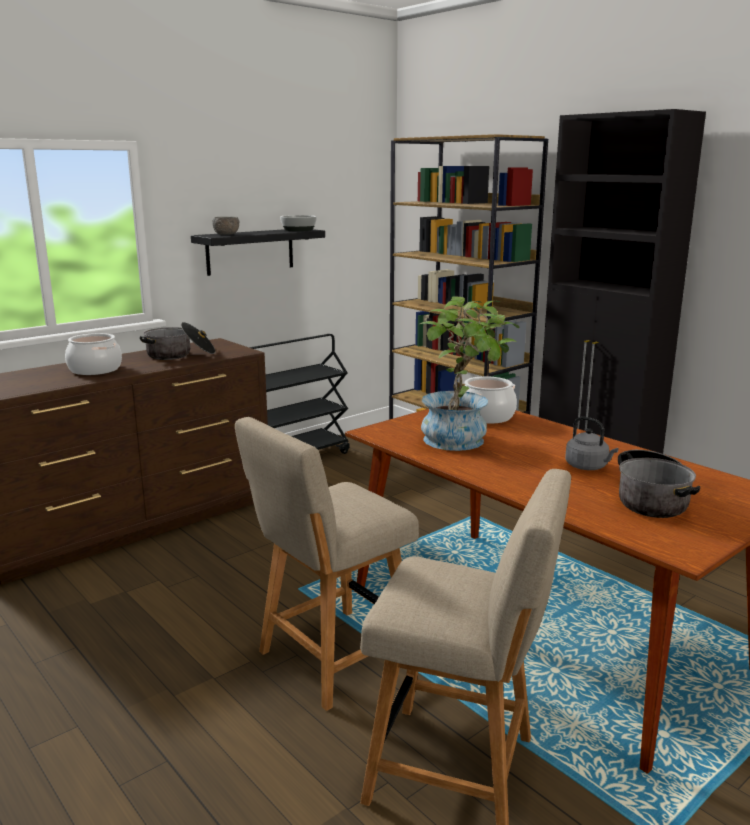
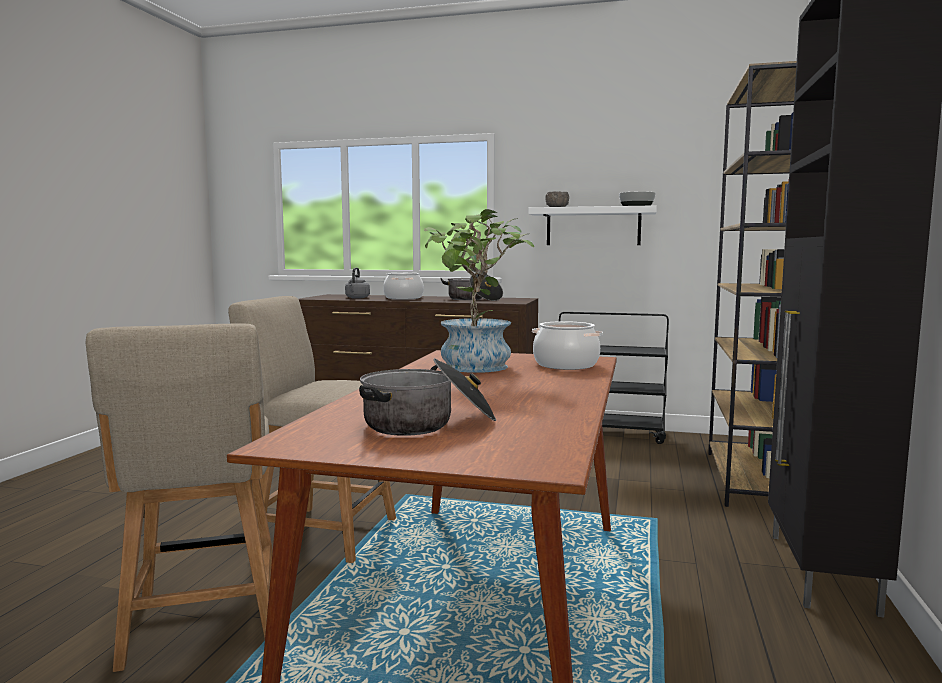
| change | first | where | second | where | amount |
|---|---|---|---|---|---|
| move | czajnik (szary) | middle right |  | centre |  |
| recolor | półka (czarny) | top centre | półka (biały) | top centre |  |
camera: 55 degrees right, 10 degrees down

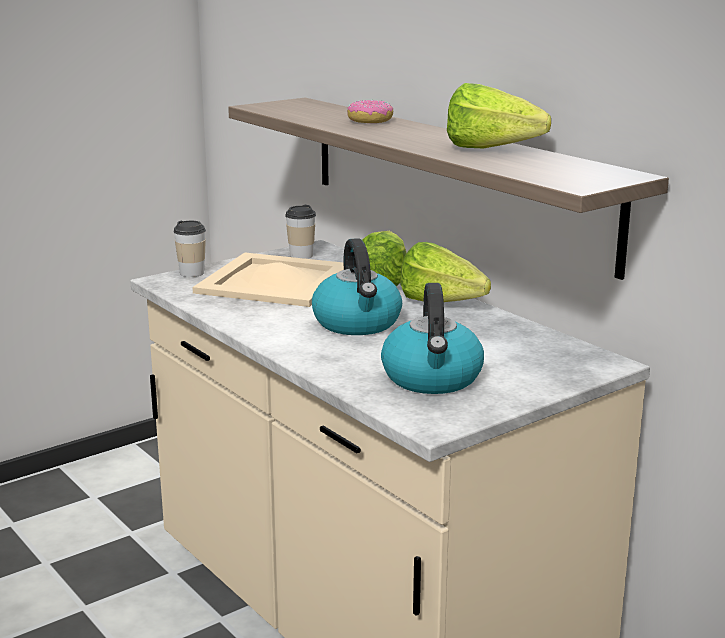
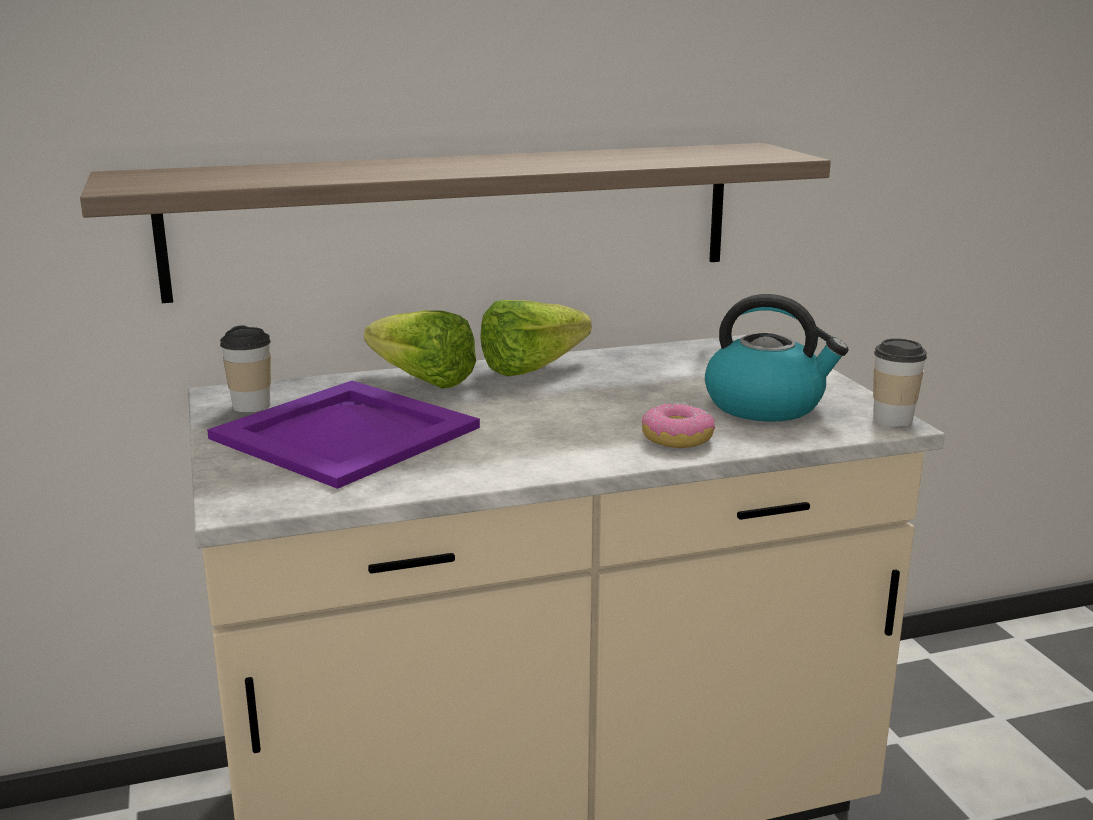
| change | first | where | second | where | amount |
|---|---|---|---|---|---|
| recolor | taca (beżowy) | centre | taca (fioletowy) | middle left |  |
| move | donut | top centre |  | centre |  |
| move | filiżanka (1st from left in the first image) | middle left | filiżanka (2nd from left) | middle right |  |
| delete | czajnik (1st from left) | centre |  |  |  |
| delete | sałata (3rd from left) | top right |  |  |  |
camera: 70 degrees left, 0 degrees up

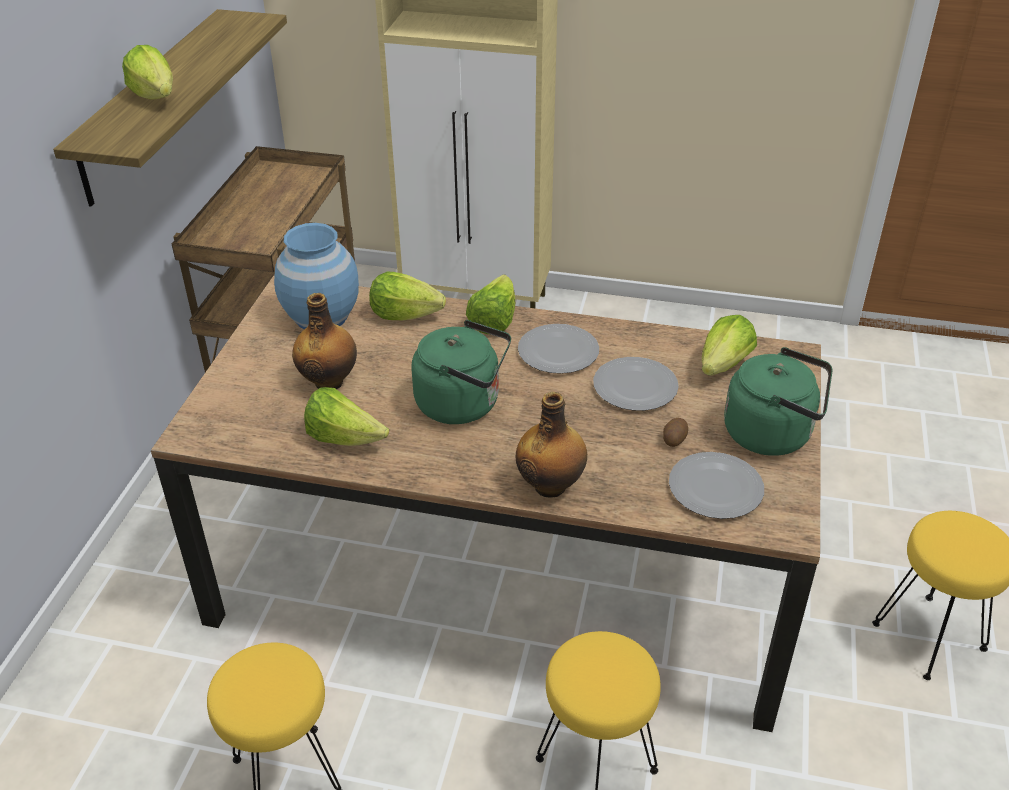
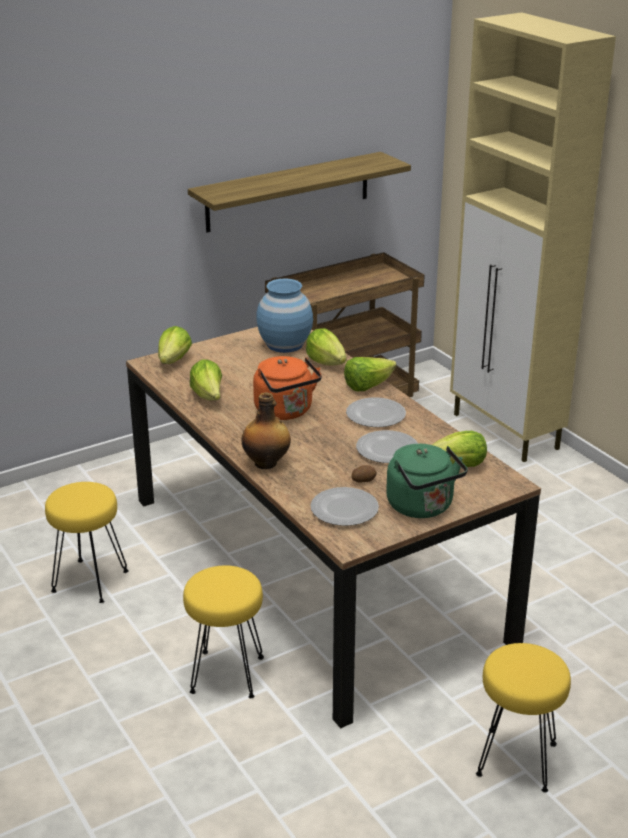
| change | first | where | second | where | amount |
|---|---|---|---|---|---|
| move | sałata (1st from left) | top left |  | middle left |  |
| recolor | czajnik (zielony) (1st from left) | centre | czajnik (pomarańczowy) | centre |  |
| delete | butelka (1st from left) | middle left |  |  |  |
camera: 45 degrees right, 10 degrees down

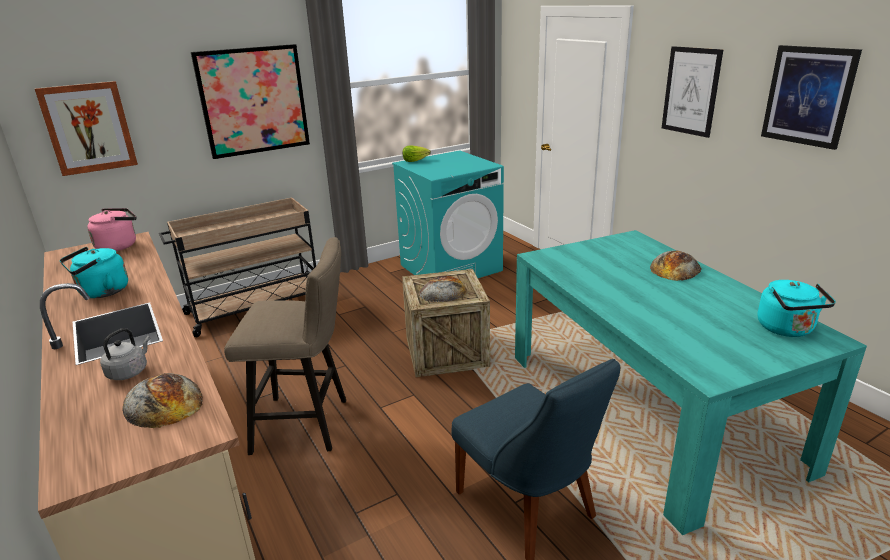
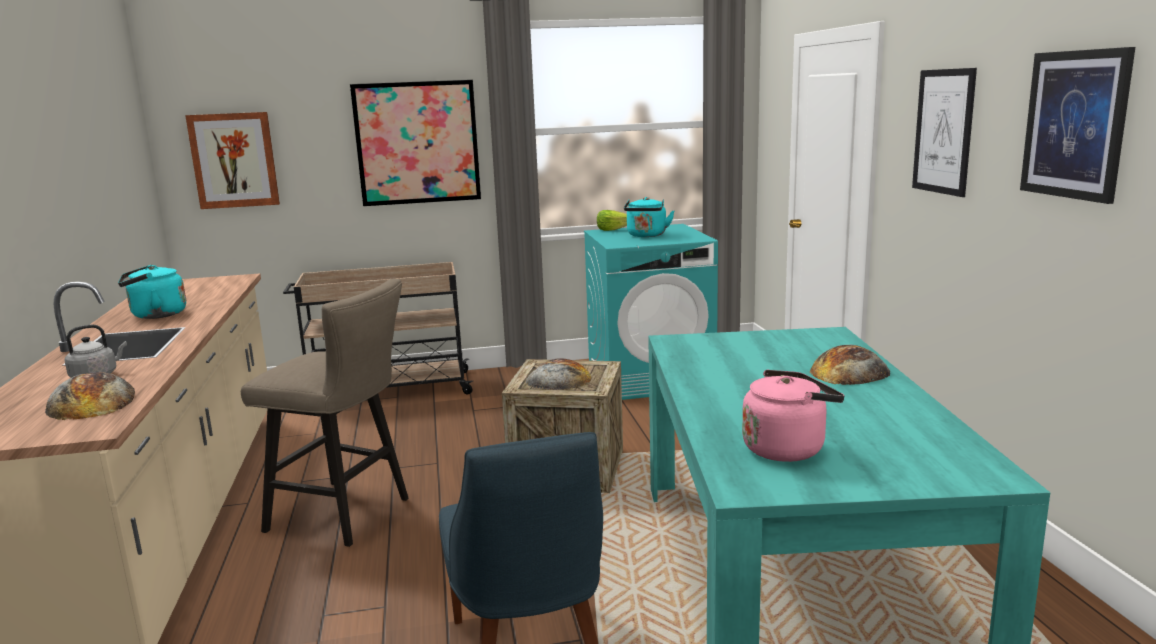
| change | first | where | second | where | amount |
|---|---|---|---|---|---|
| move | czajnik (turkusowy) (2nd from left) | middle right |  | centre |  |
| move | czajnik (różowy) | middle left |  | middle right |  |
camera: 20 degrees right, 10 degrees down

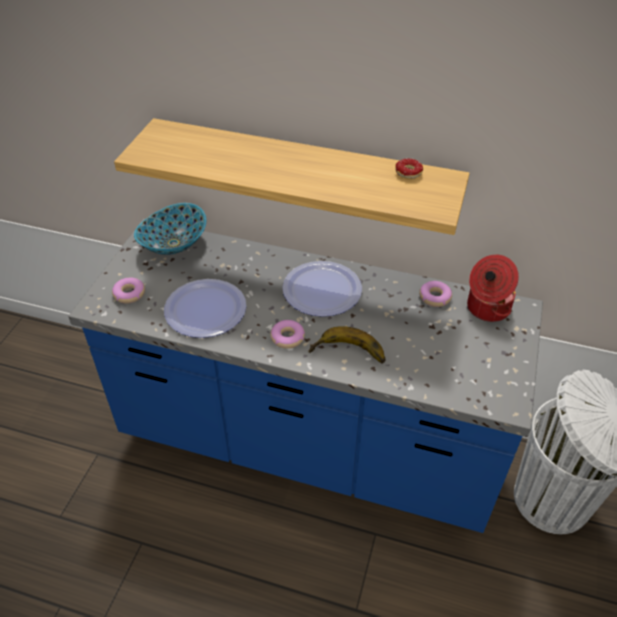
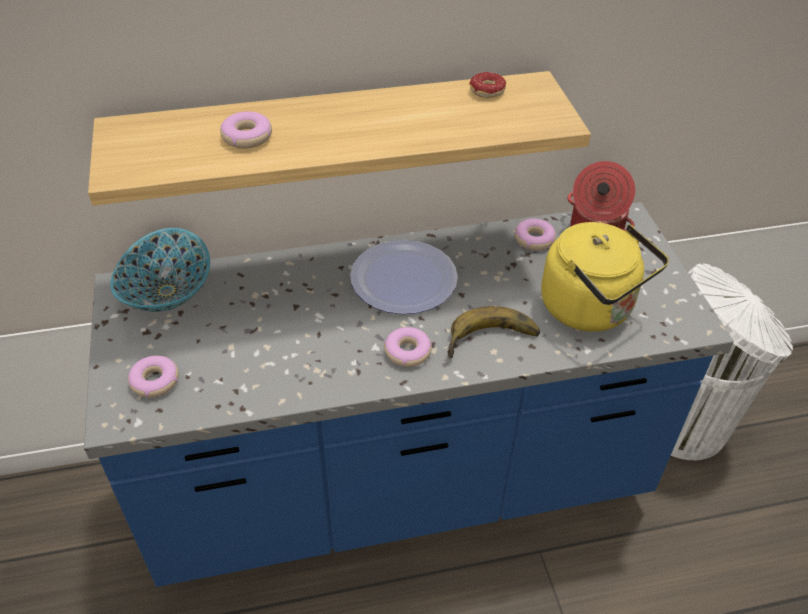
| change | first | where | second | where | amount |
|---|---|---|---|---|---|
| insert |  |  | donut (2nd from left) | top left |  |
| insert |  |  | czajnik (żółty) | middle right |  |
| delete | talerz (1st from left) | middle left |  |  |  |
camera: 30 degrees left, 0 degrees up

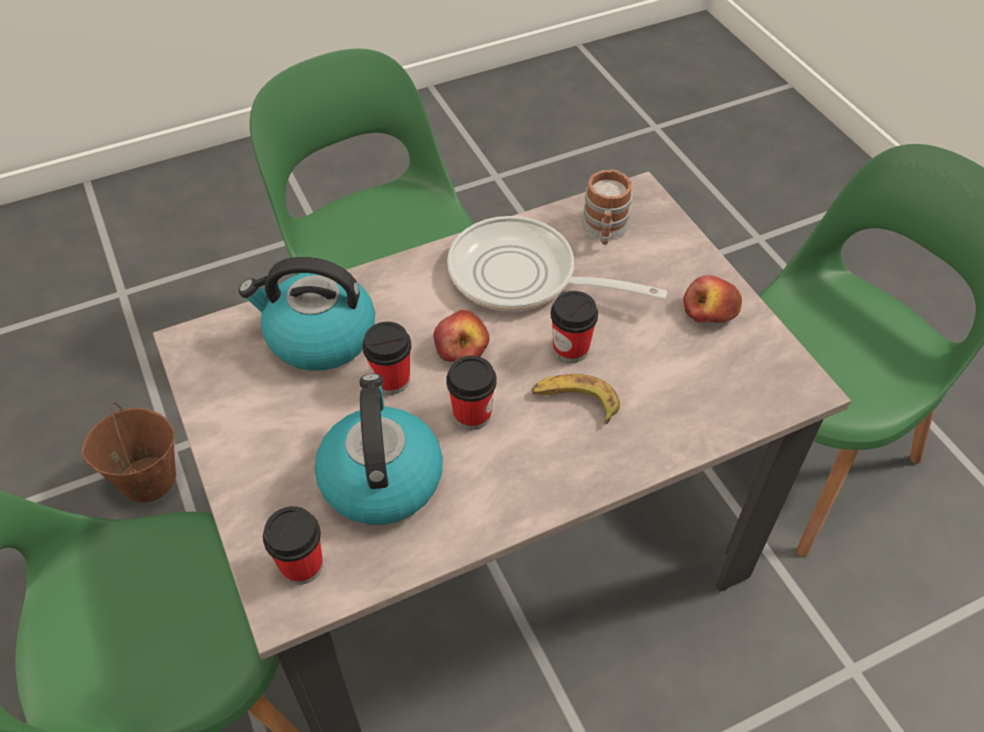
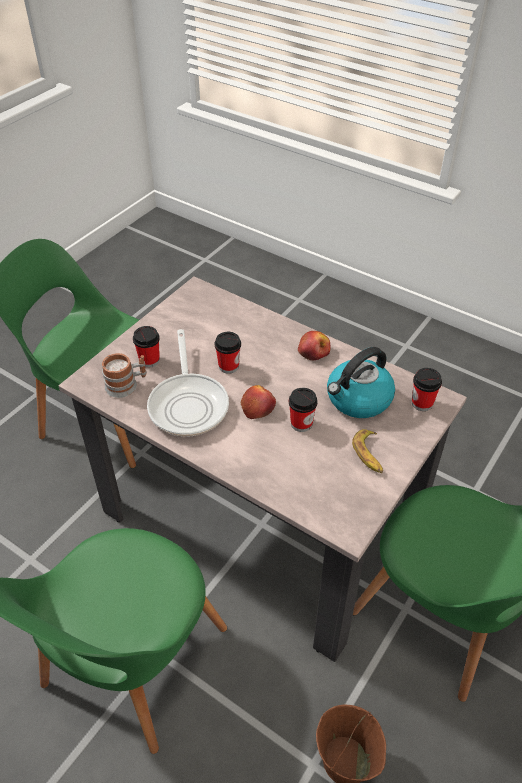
| change | first | where | second | where | amount |
|---|---|---|---|---|---|
| move | filiżanka (3rd from left in the first image) | centre | filiżanka (1st from left) | middle left |  |
| move | jabłko (2nd from left) | middle right |  | centre |  |
| move | banan | centre |  | middle right |  |
| delete | czajnik (1st from left) | middle left |  |  |  |
camera: 120 degrees left, 5 degrees down

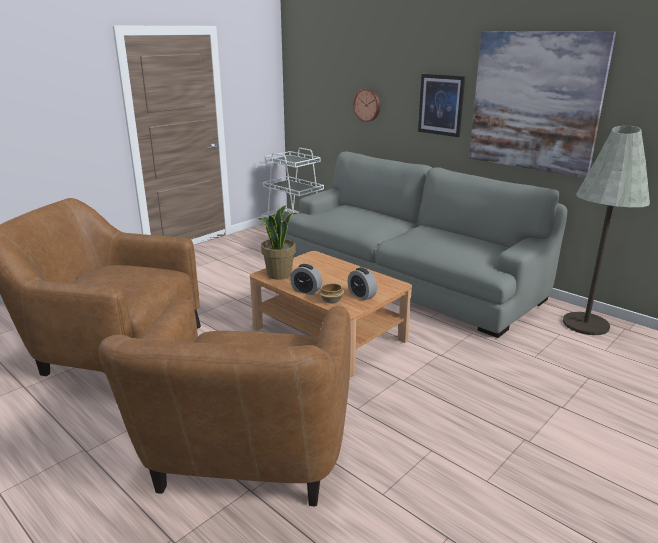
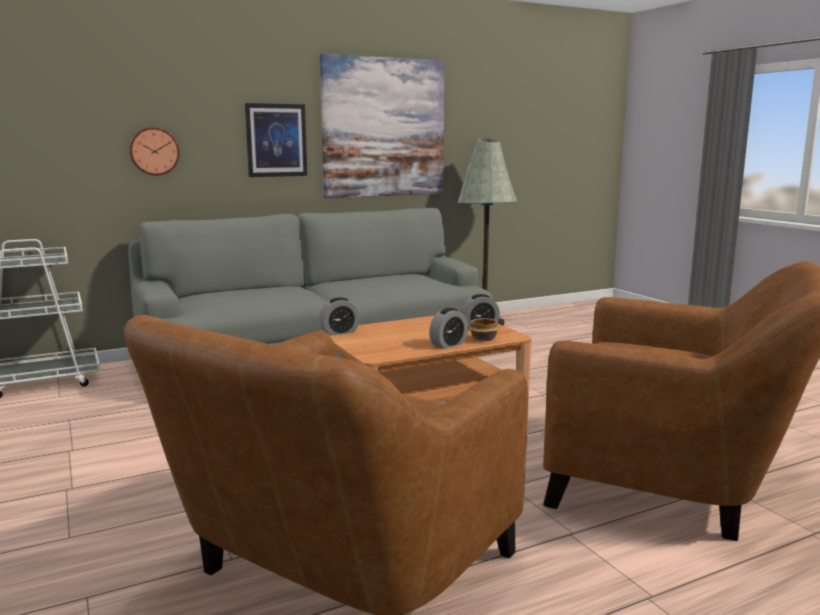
| change | first | where | second | where | amount |
|---|---|---|---|---|---|
| insert |  |  | budzik (1st from left) | centre |  |
| delete | roślina doniczkowa | centre |  |  |  |
camera: 70 degrees left, 10 degrees down

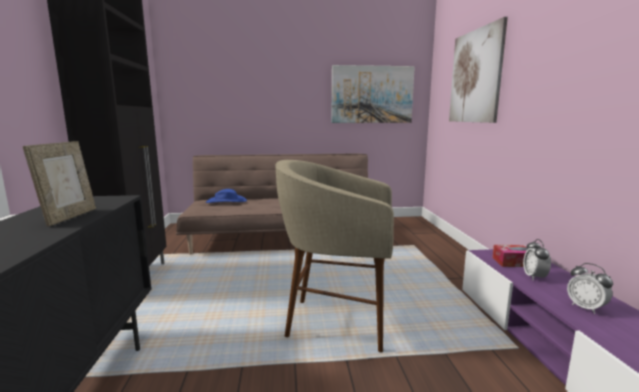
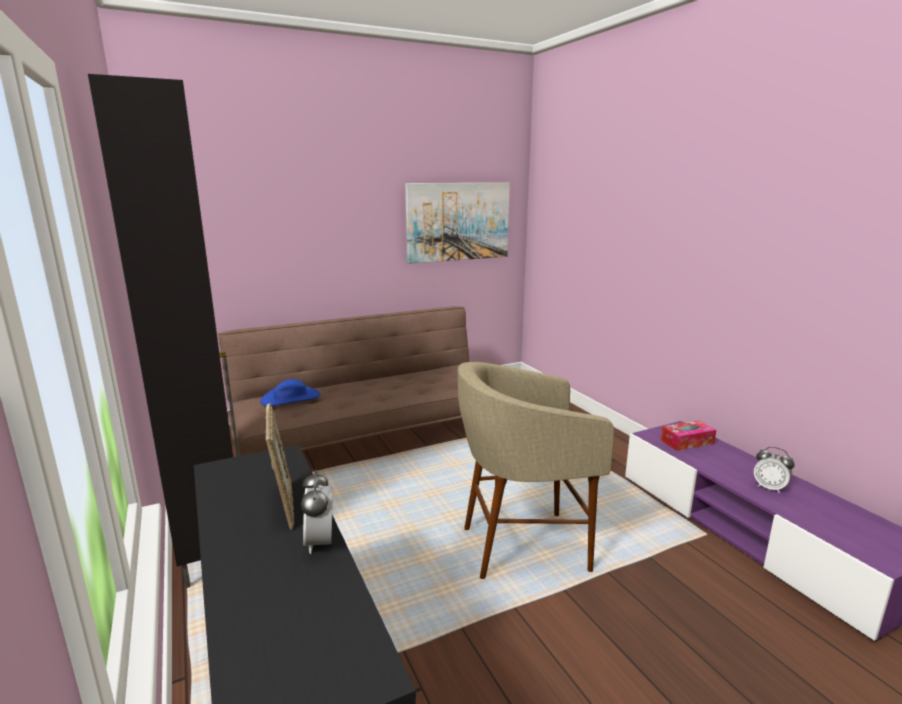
| change | first | where | second | where | amount |
|---|---|---|---|---|---|
| move | budzik (1st from left) | middle right |  | bottom centre |  |
| delete | obraz (2nd from left) | top right |  |  |  |
camera: 20 degrees left, 5 degrees up

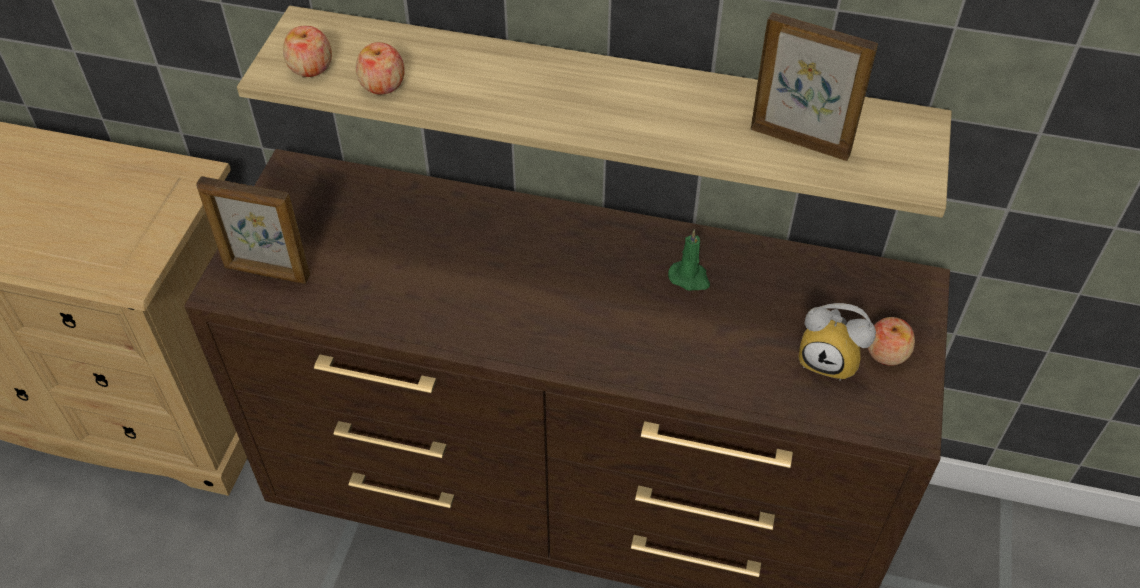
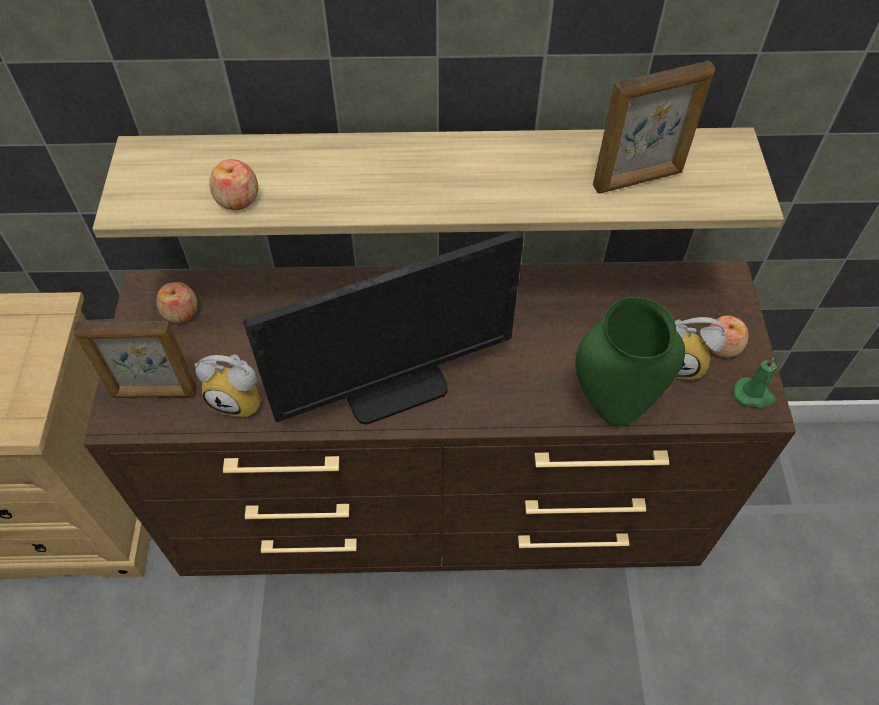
| change | first | where | second | where | amount |
|---|---|---|---|---|---|
| move | jabłko (1st from left) | top left |  | middle left |  |
| insert |  |  | budzik (1st from left) | middle left |  |
| insert |  |  | monitor | centre |  |
| insert |  |  | wazon (zielony) | middle right |  |
| rotate | ramka na zdjęcie (2nd from left) | top right |  | top right | 150 degrees clockwise |
| move | świeca (zielony) | centre |  | middle right |  |
camera: 15 degrees left, 5 degrees up

